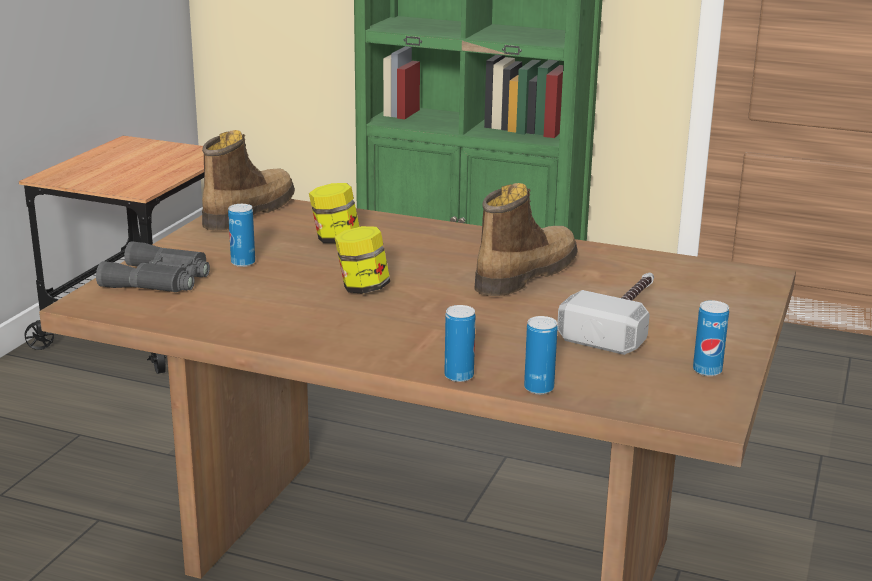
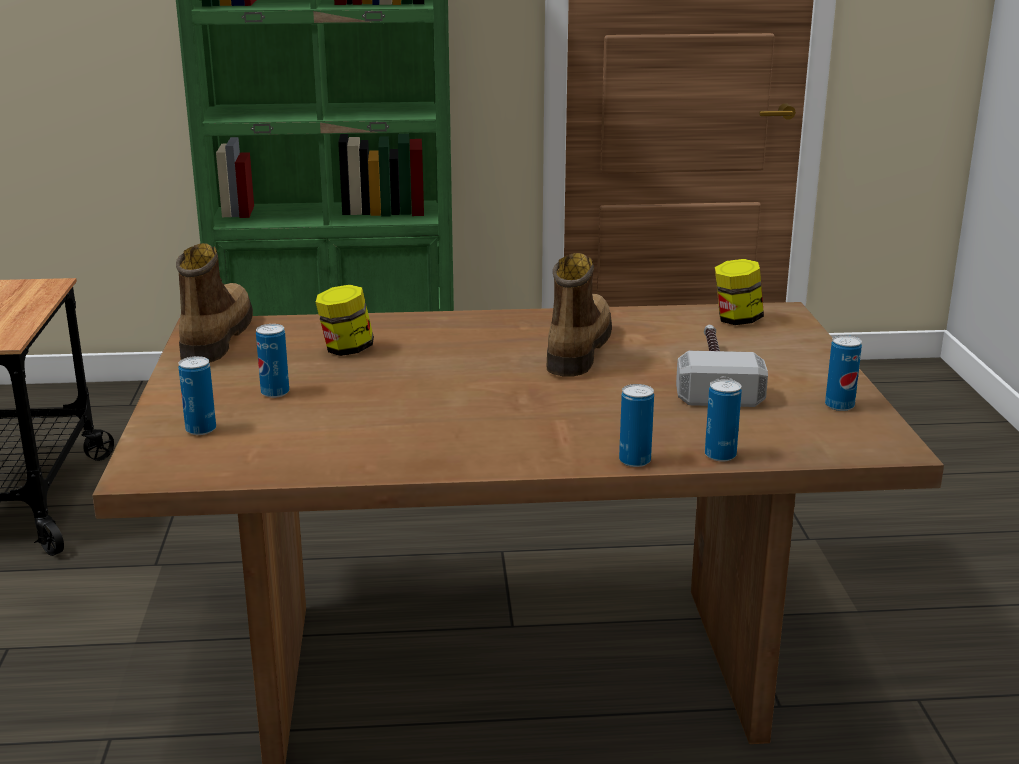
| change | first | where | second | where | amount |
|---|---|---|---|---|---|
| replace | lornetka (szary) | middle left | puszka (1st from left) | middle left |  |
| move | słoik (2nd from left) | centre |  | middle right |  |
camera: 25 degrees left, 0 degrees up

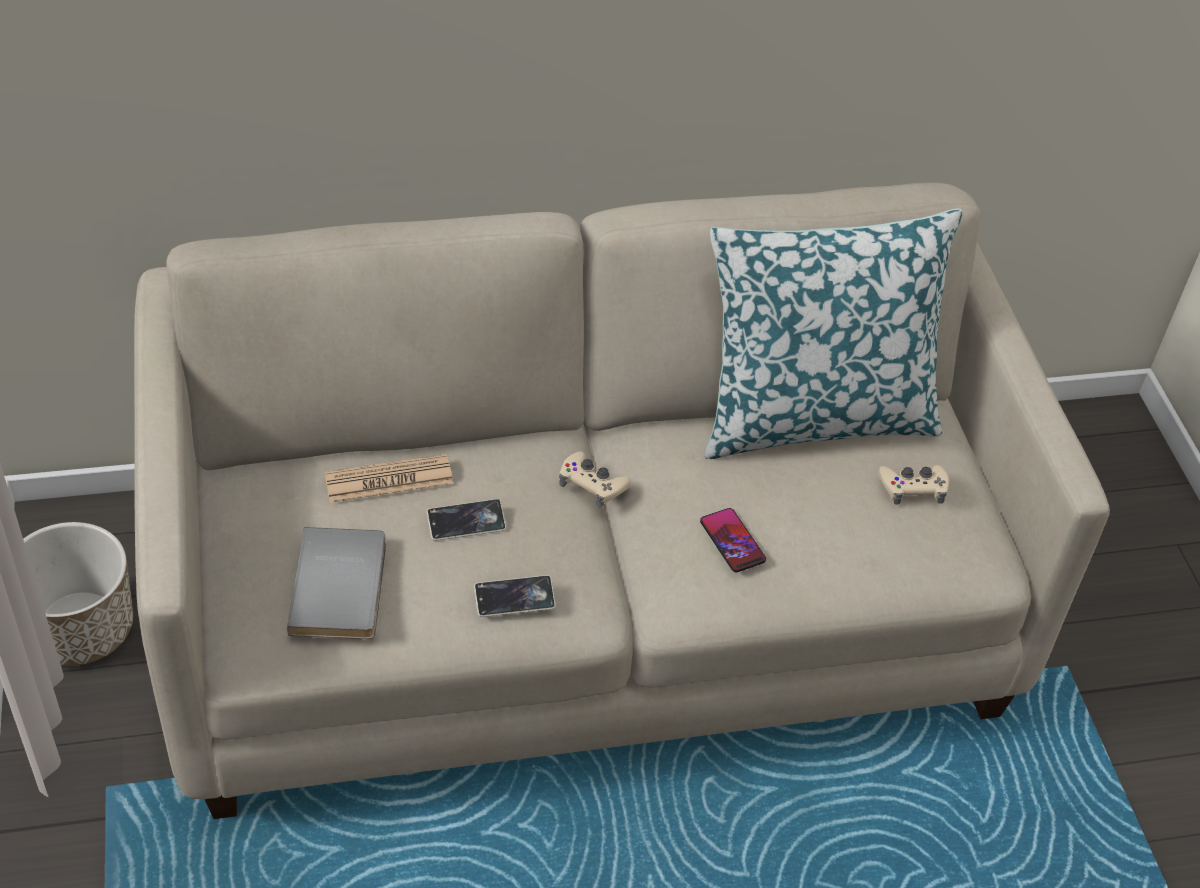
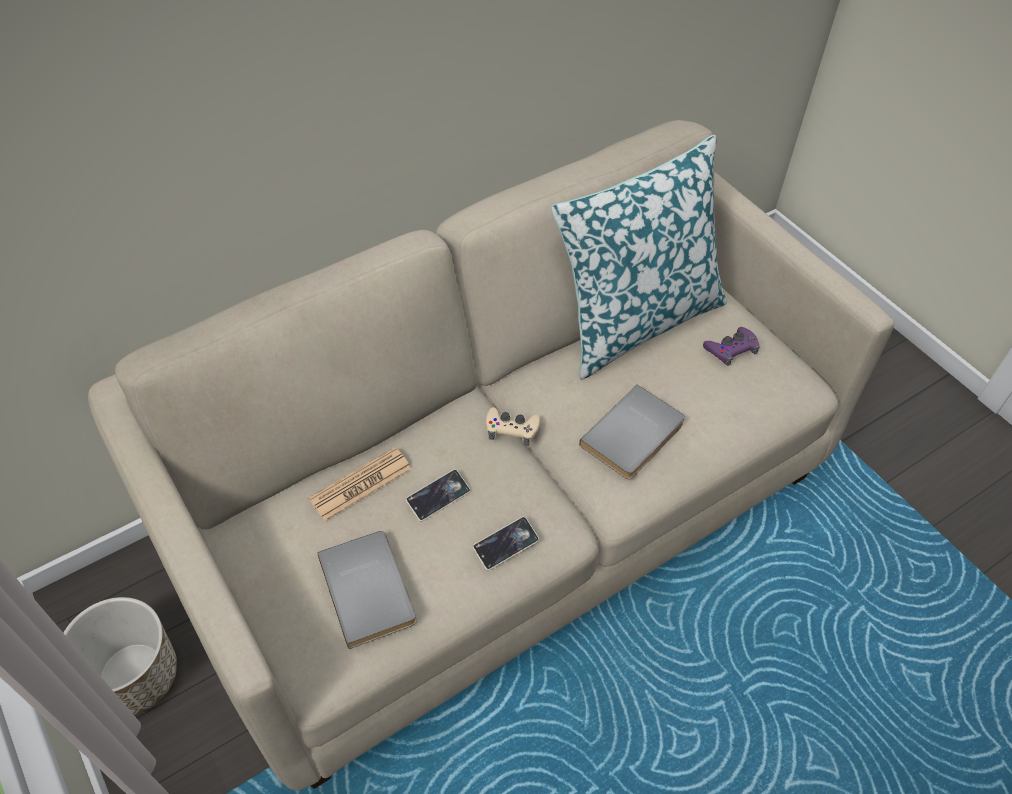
| change | first | where | second | where | amount |
|---|---|---|---|---|---|
| replace | telefon (3rd from left) | centre | książka (szary) (2nd from left) | centre |  |
| recolor | pad do gier (beżowy) (2nd from left) | middle right | pad do gier (fioletowy) | middle right |  |
camera: 20 degrees left, 5 degrees up

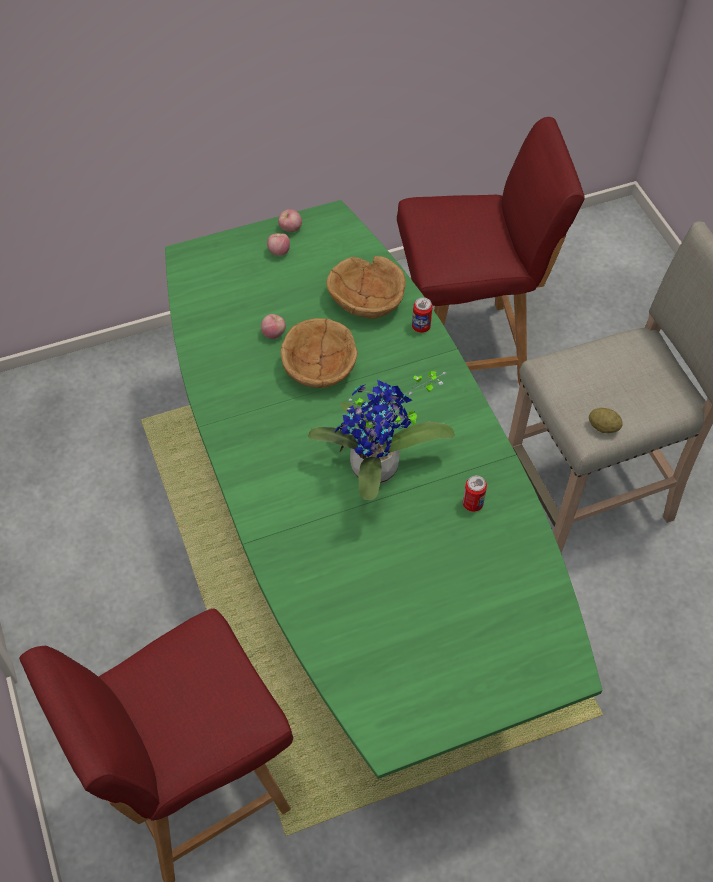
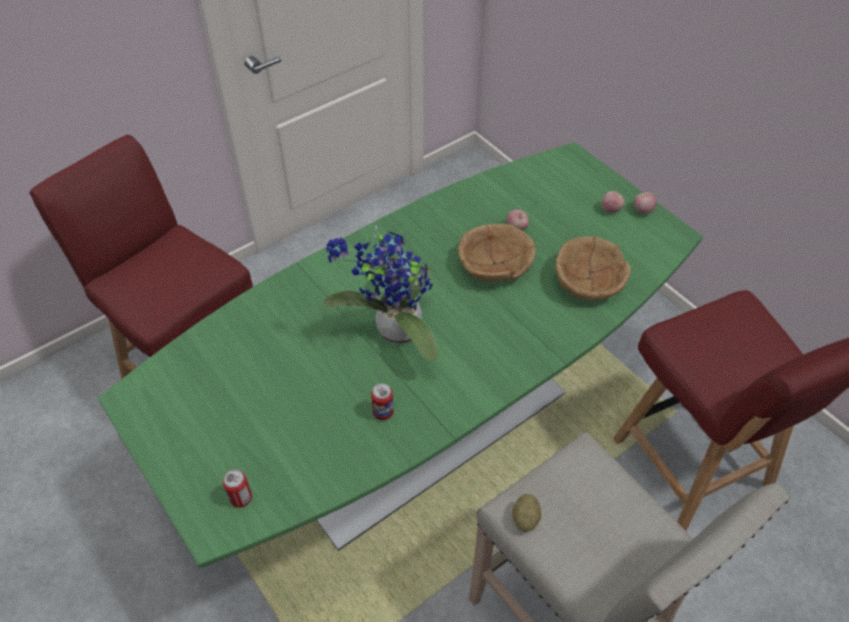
| change | first | where | second | where | amount |
|---|---|---|---|---|---|
| move | puszka (1st from left) | centre |  | bottom left |  |
camera: 75 degrees right, 5 degrees down

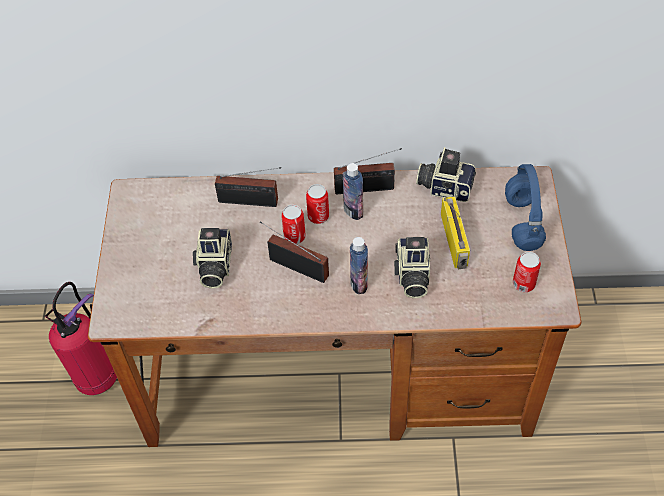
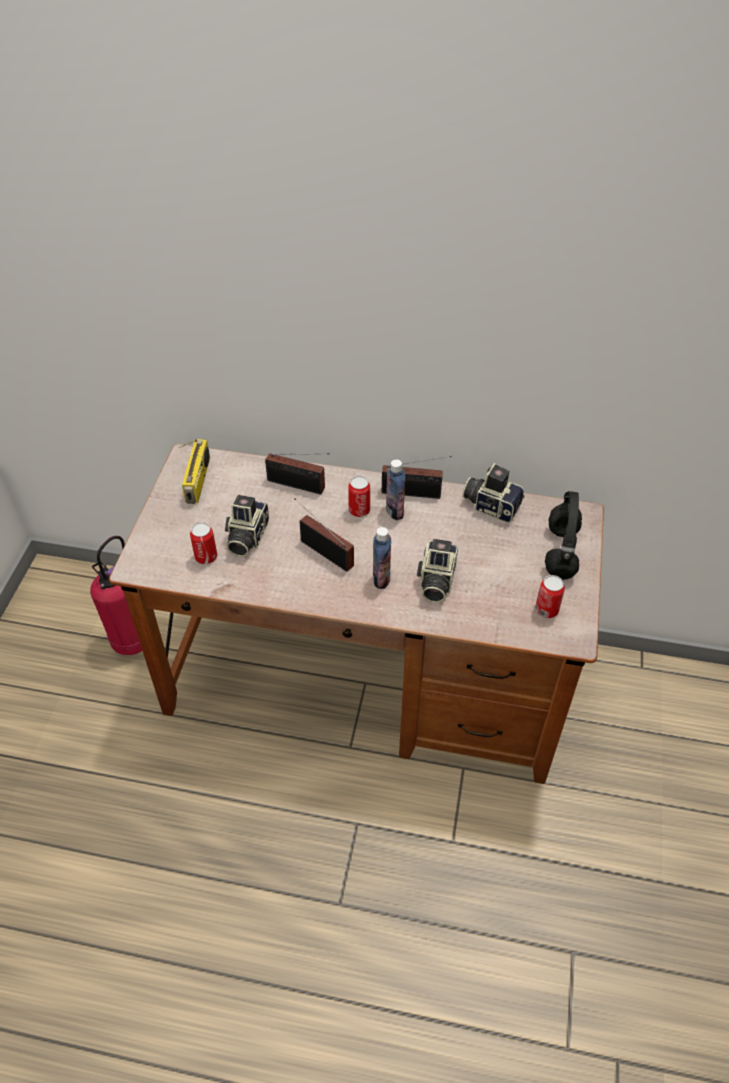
| change | first | where | second | where | amount |
|---|---|---|---|---|---|
| move | radio (4th from left in the first image) | middle right | radio (1st from left) | middle left |  |
| move | puszka (1st from left) | centre |  | middle left |  |
| recolor | słuchawki (niebieski) | middle right | słuchawki (czarny) | middle right |  |
camera: 10 degrees right, 5 degrees down

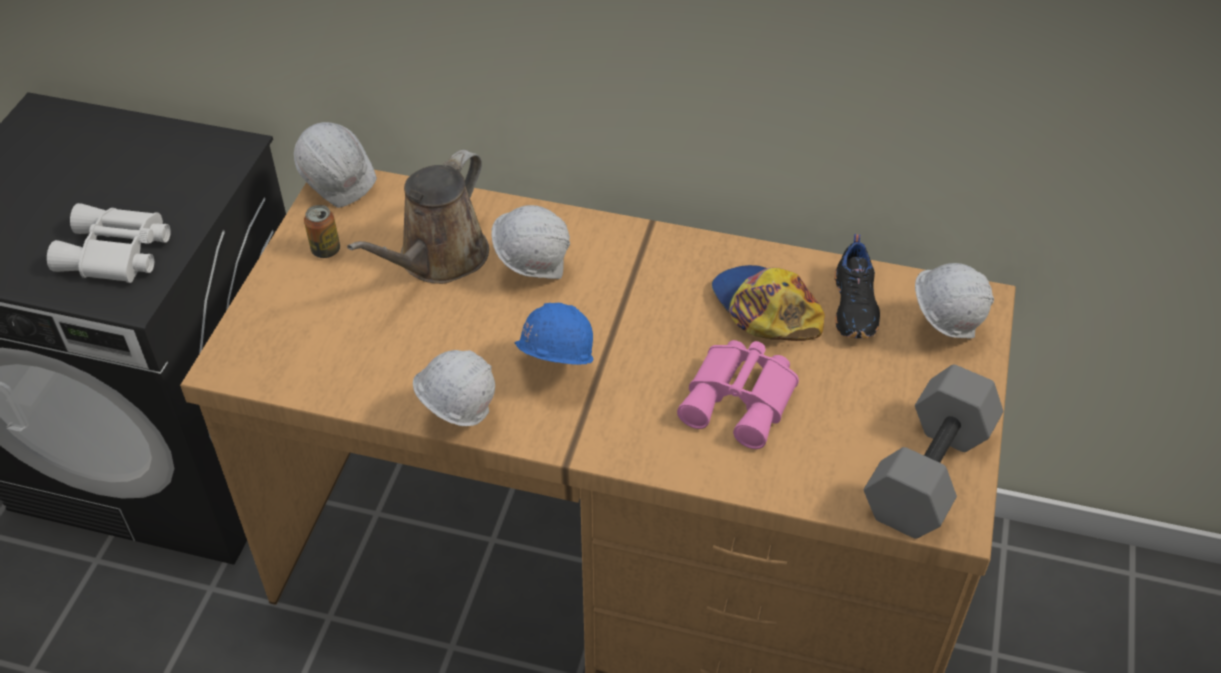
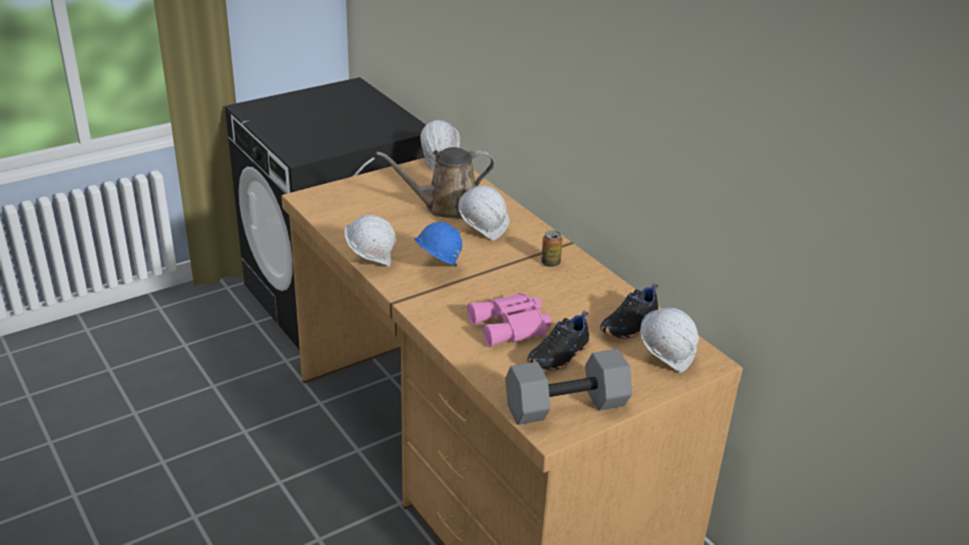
| change | first | where | second | where | amount |
|---|---|---|---|---|---|
| insert |  |  | but (czarny) (1st from left) | centre |  |
| move | puszka | middle left |  | centre |  |
| delete | lornetka (biały) | middle left |  |  |  |
| delete | czapka z daszkiem | centre |  |  |  |
camera: 40 degrees right, 15 degrees down

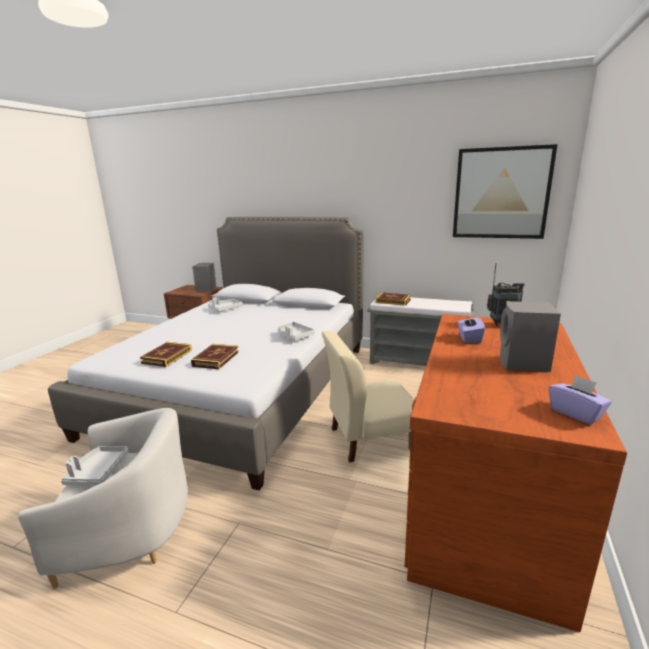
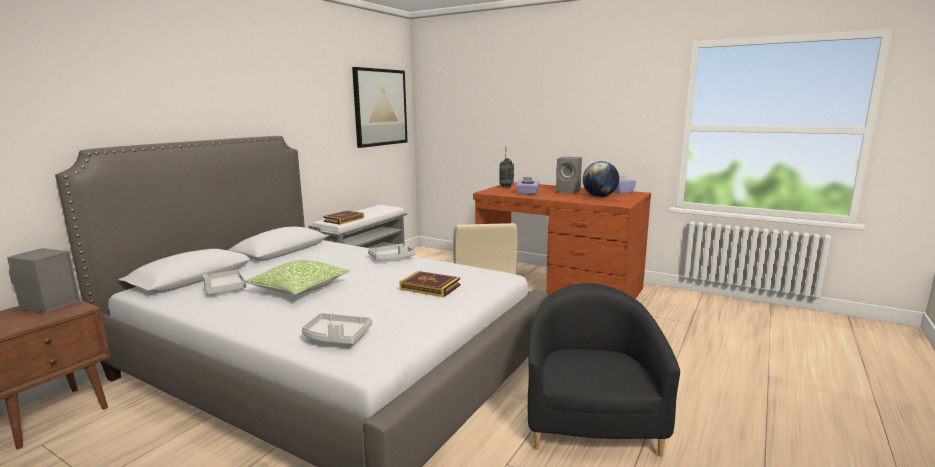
| change | first | where | second | where | amount |
|---|---|---|---|---|---|
| insert |  |  | poduszka | middle left |  |
| move | taca (szary) (1st from left in the first image) | bottom left | taca (szary) (2nd from left) | bottom centre |  |
| recolor | fotel (biały) | bottom left | fotel (czarny) | bottom centre |  |
| insert |  |  | globus | centre |  |
| delete | książka (1st from left) | middle left |  |  |  |
camera: 80 degrees left, 5 degrees down

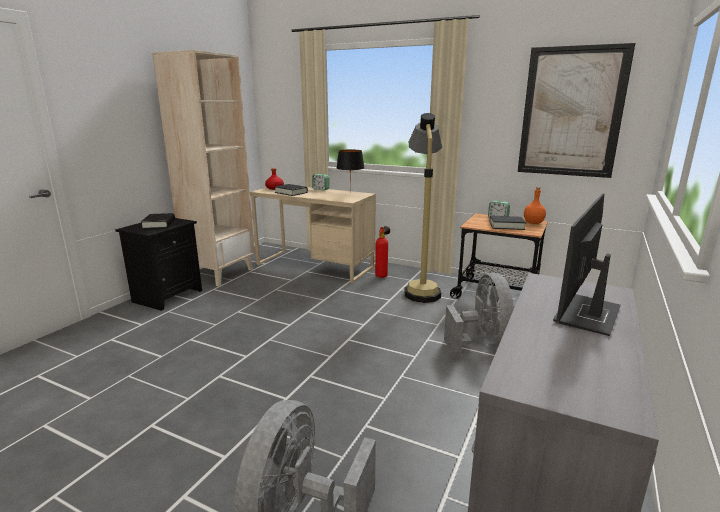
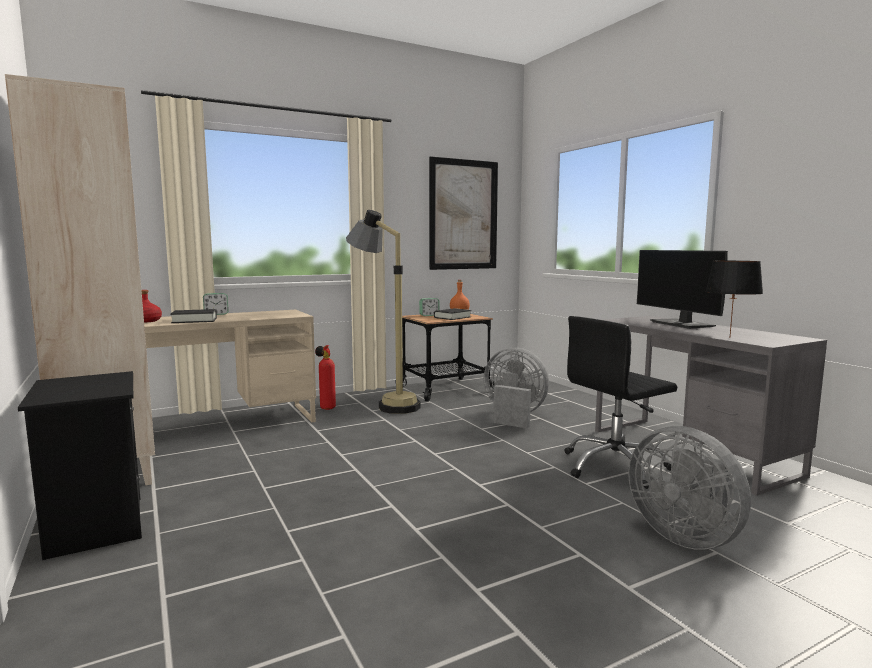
| change | first | where | second | where | amount |
|---|---|---|---|---|---|
| insert |  |  | krzesło biurowe (czarny) | middle right |  |
| move | lampa stołowa (czarny) | centre |  | middle right |  |
| delete | książka (czarny) (1st from left) | middle left |  |  |  |
camera: 55 degrees left, 10 degrees down

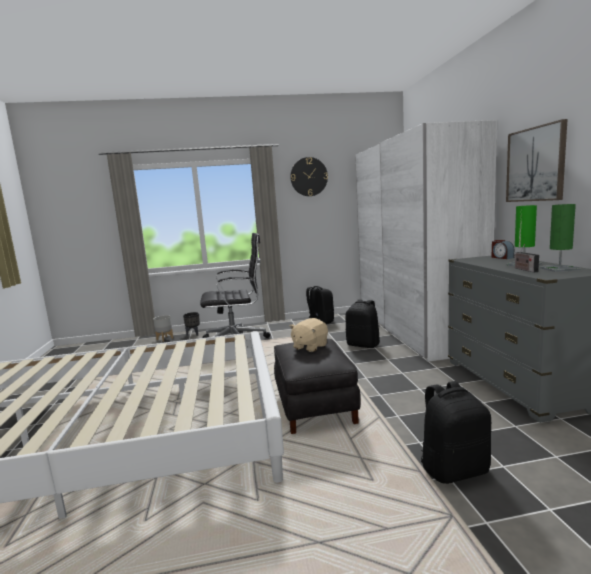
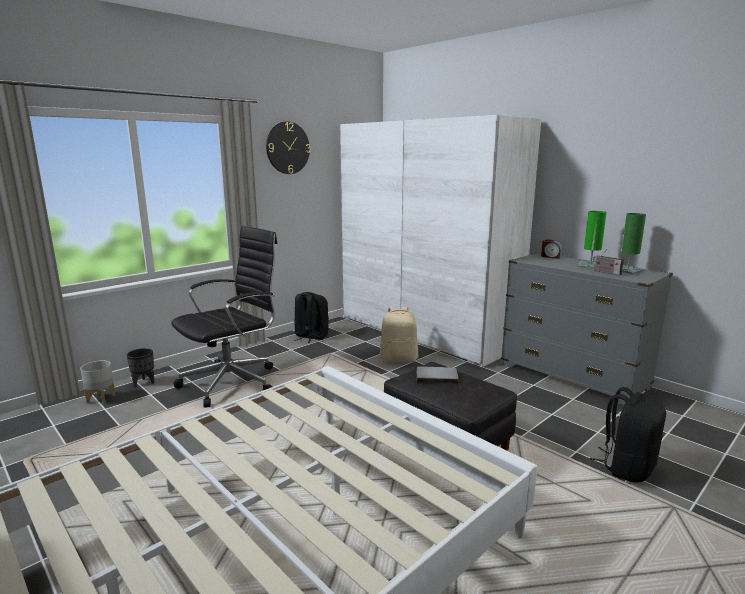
| change | first | where | second | where | amount |
|---|---|---|---|---|---|
| recolor | plecak (czarny) (2nd from left) | centre | plecak (beżowy) | centre |  |
| replace | pluszak (beżowy) | centre | książka (szary) | centre |  |
| delete | obraz | top right |  |  |  |
camera: 35 degrees left, 5 degrees up

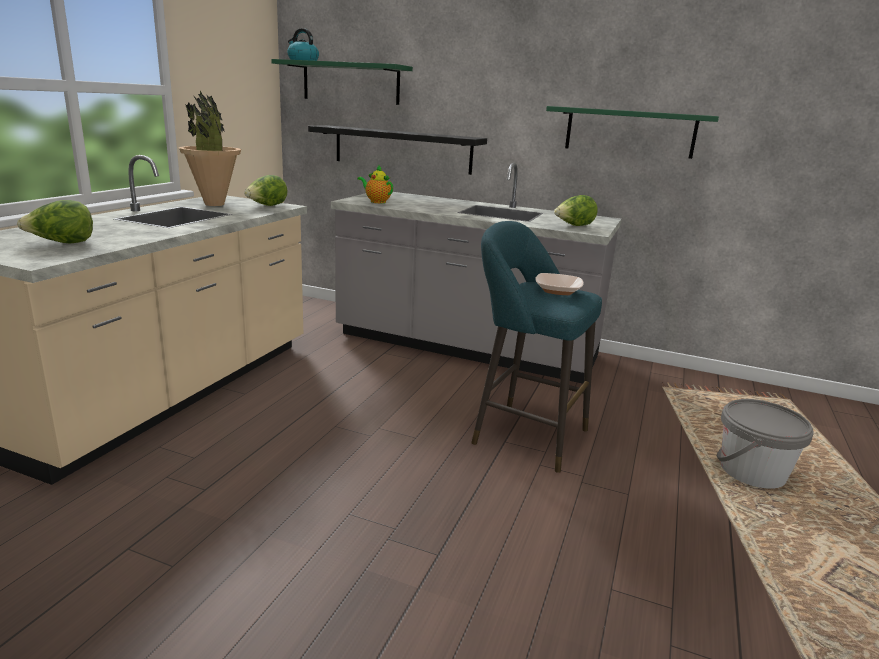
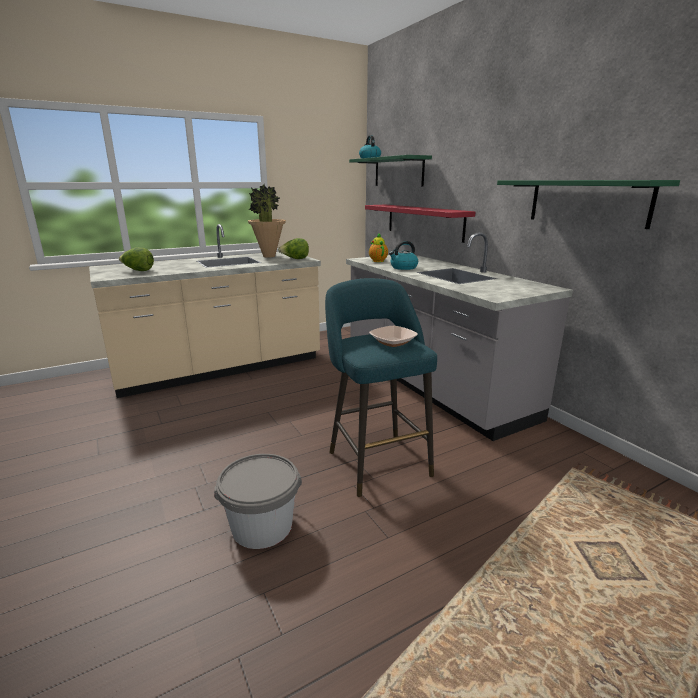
| change | first | where | second | where | amount |
|---|---|---|---|---|---|
| move | wiadro (szary) | bottom right |  | bottom centre |  |
| recolor | półka (czarny) | top centre | półka (czerwony) | top centre |  |
| insert |  |  | czajnik (2nd from left) | centre |  |
| delete | sałata (3rd from left) | top centre |  |  |  |
camera: 40 degrees right, 0 degrees up

